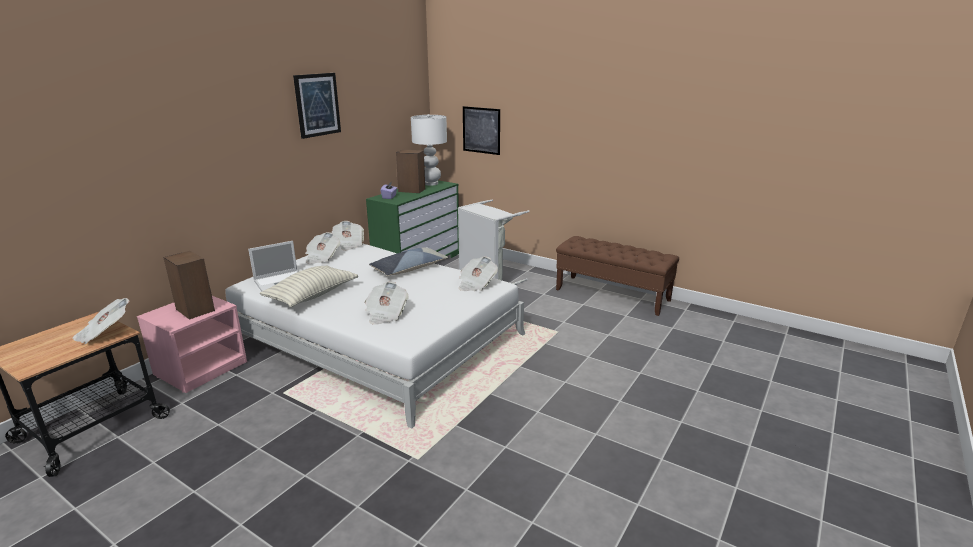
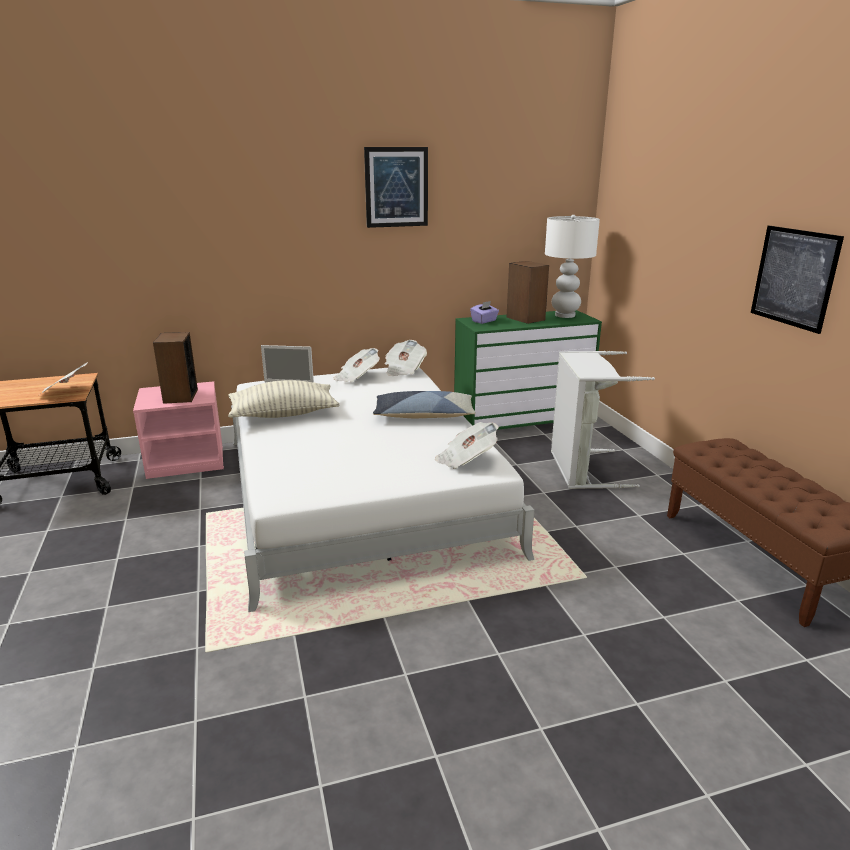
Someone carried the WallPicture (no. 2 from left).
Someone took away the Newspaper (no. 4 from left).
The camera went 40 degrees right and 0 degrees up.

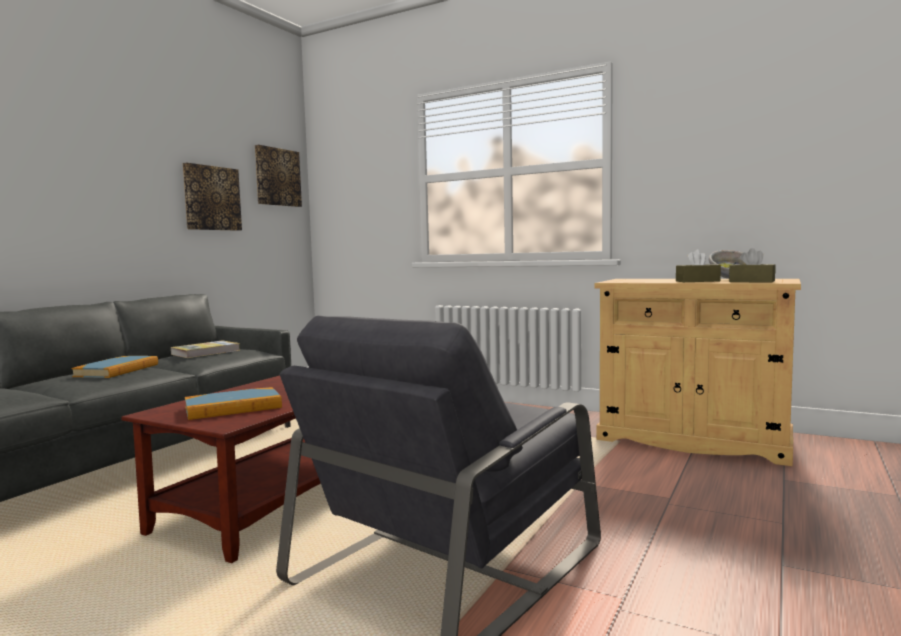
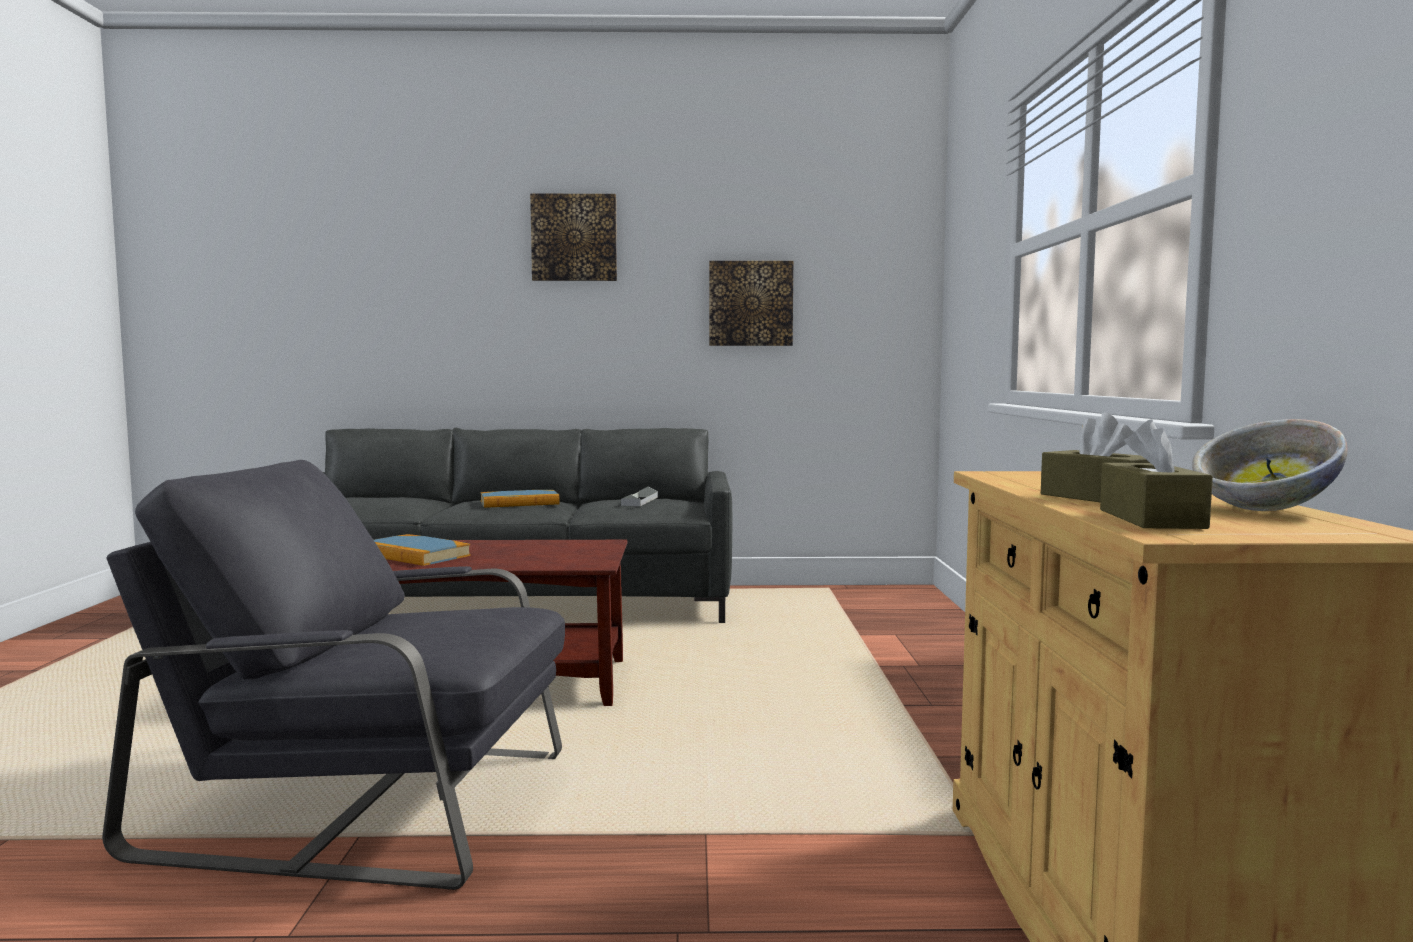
Someone carried the WallPicture (no. 2 from left in the first image).
Someone swapped the BoundBook (no. 2 from left) for the GreyishServingTray.
The camera went 60 degrees right and 0 degrees up.

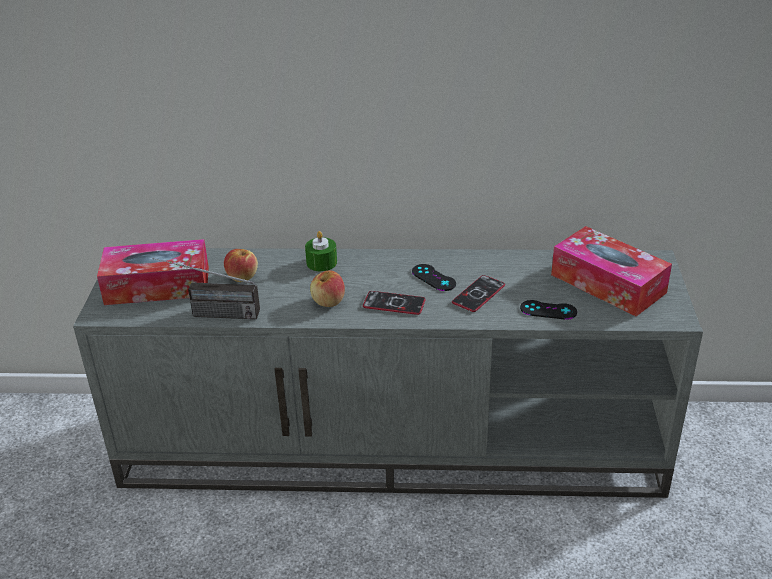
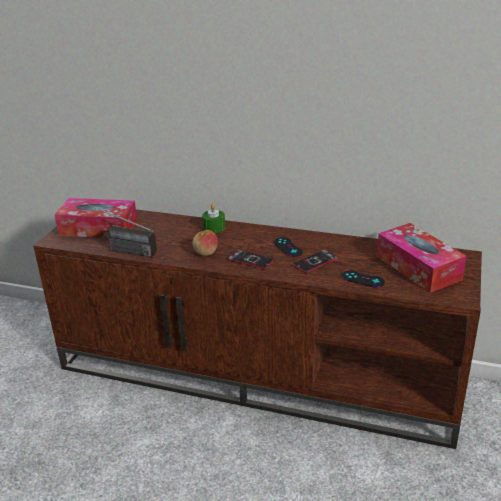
Someone repainted the GreyishMediaConsole, which became the BrownColouredMediaConsole.
Someone took away the WholeApple (no. 1 from left).
The camera went 15 degrees right and 5 degrees down.

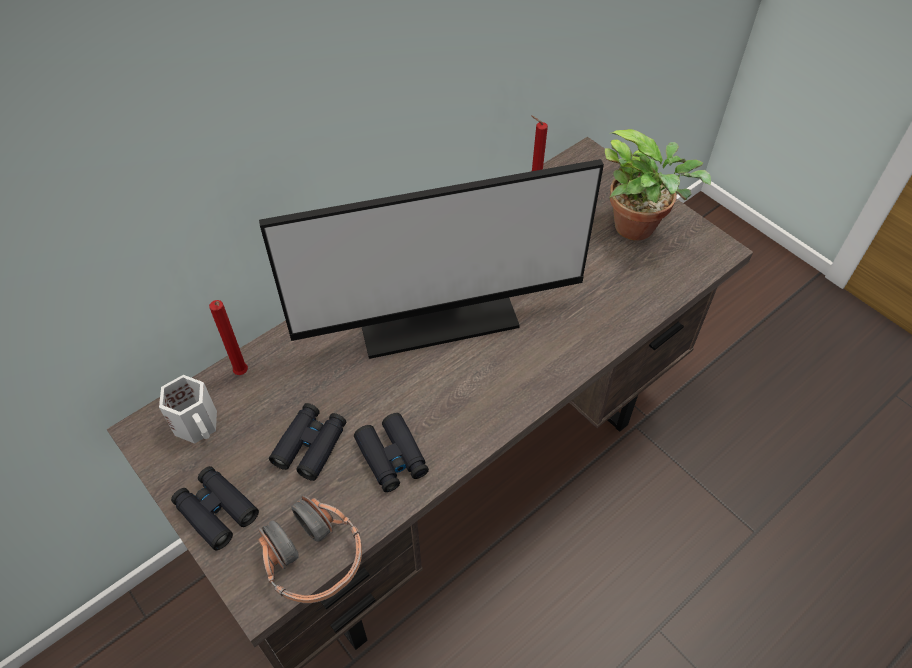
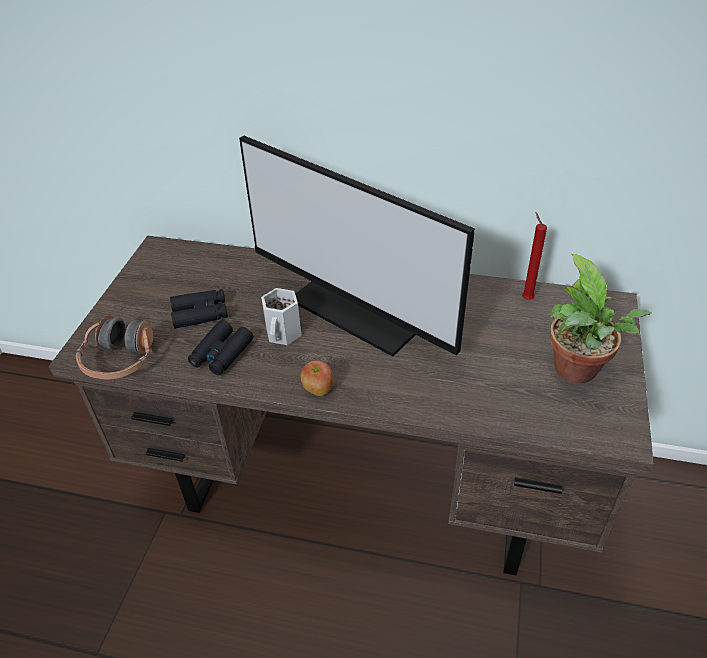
Someone carried the WhitishMug.
Someone put down the WholeApple.
Someone took away the BlackPairOfBinoculars (no. 1 from left).
Someone took away the RedCandle (no. 1 from left).
The camera went 55 degrees right and 10 degrees down.

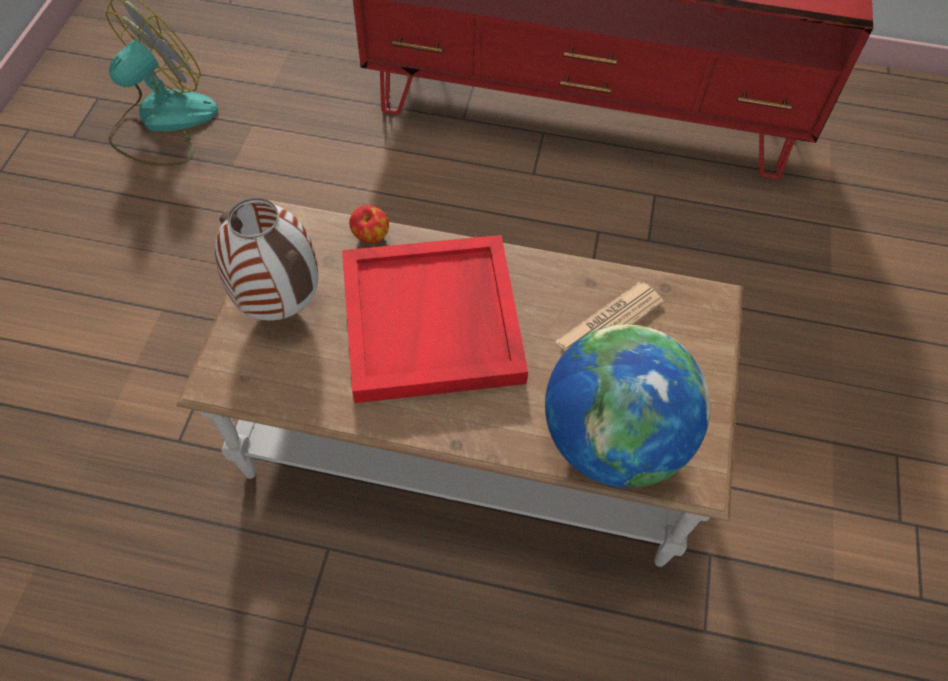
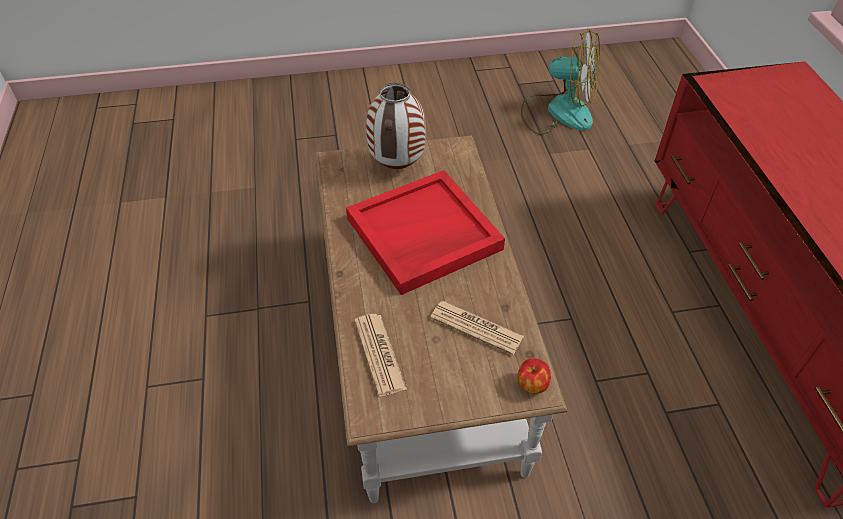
Someone swapped the WorldGlobe for the Newspaper (no. 1 from left).
Someone carried the WholeApple.
The camera went 70 degrees right and 10 degrees down.

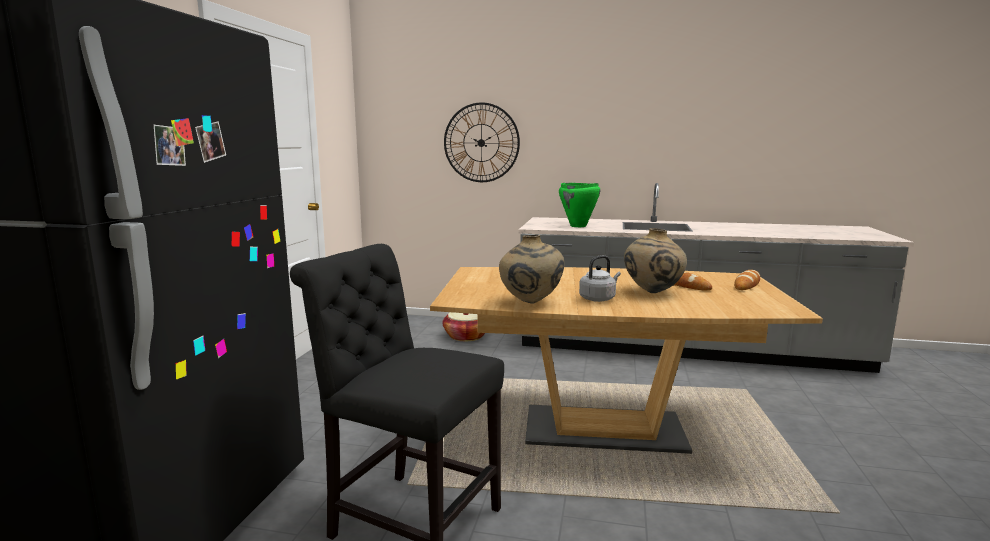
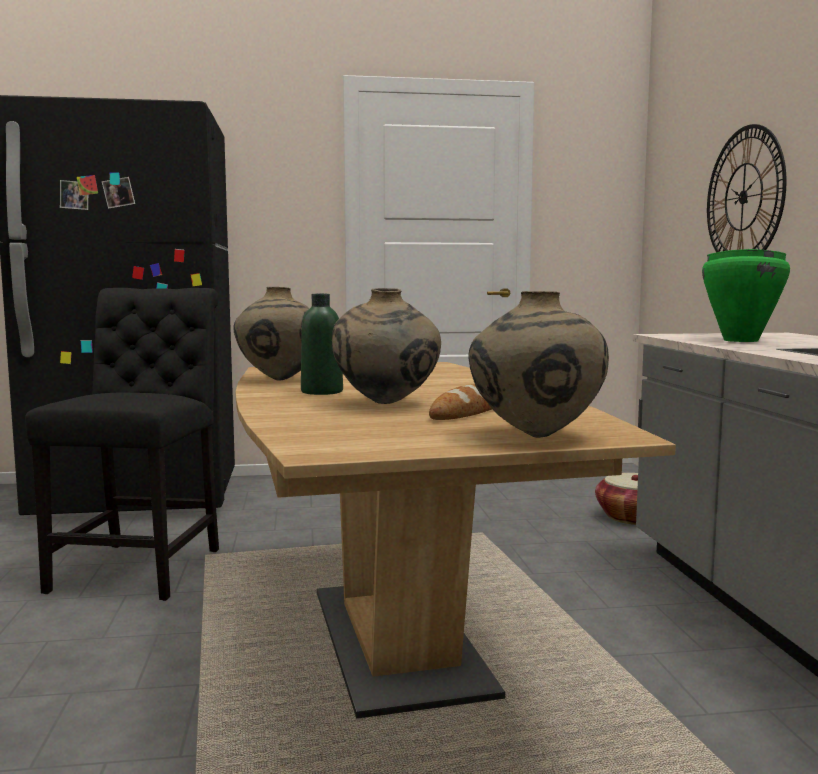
Someone swapped the GreyishWaterKettle for the GreenishDrinkBottle.
Someone swapped the BakedBread (no. 2 from left) for the SandColouredFlowerVase (no. 3 from left).
The camera went 70 degrees right and 5 degrees down.

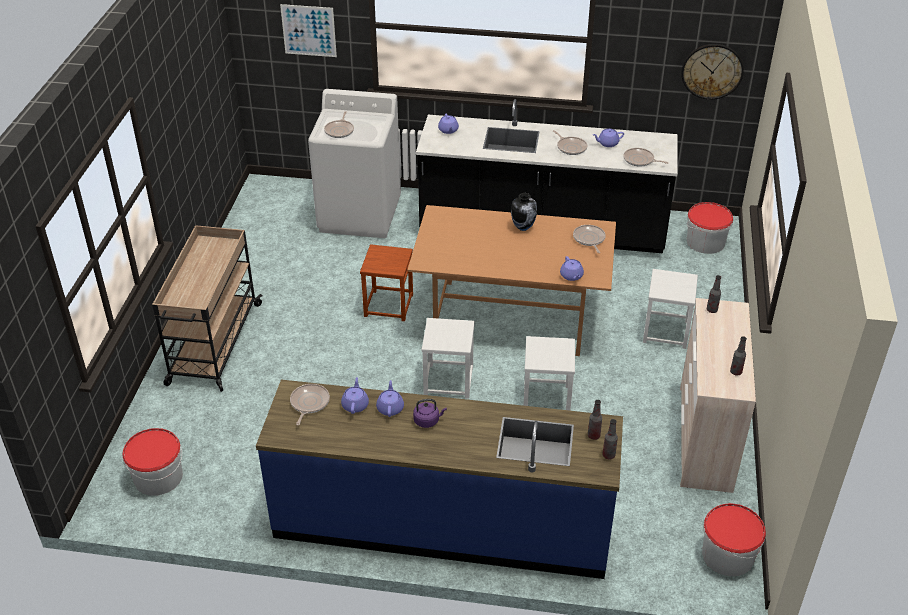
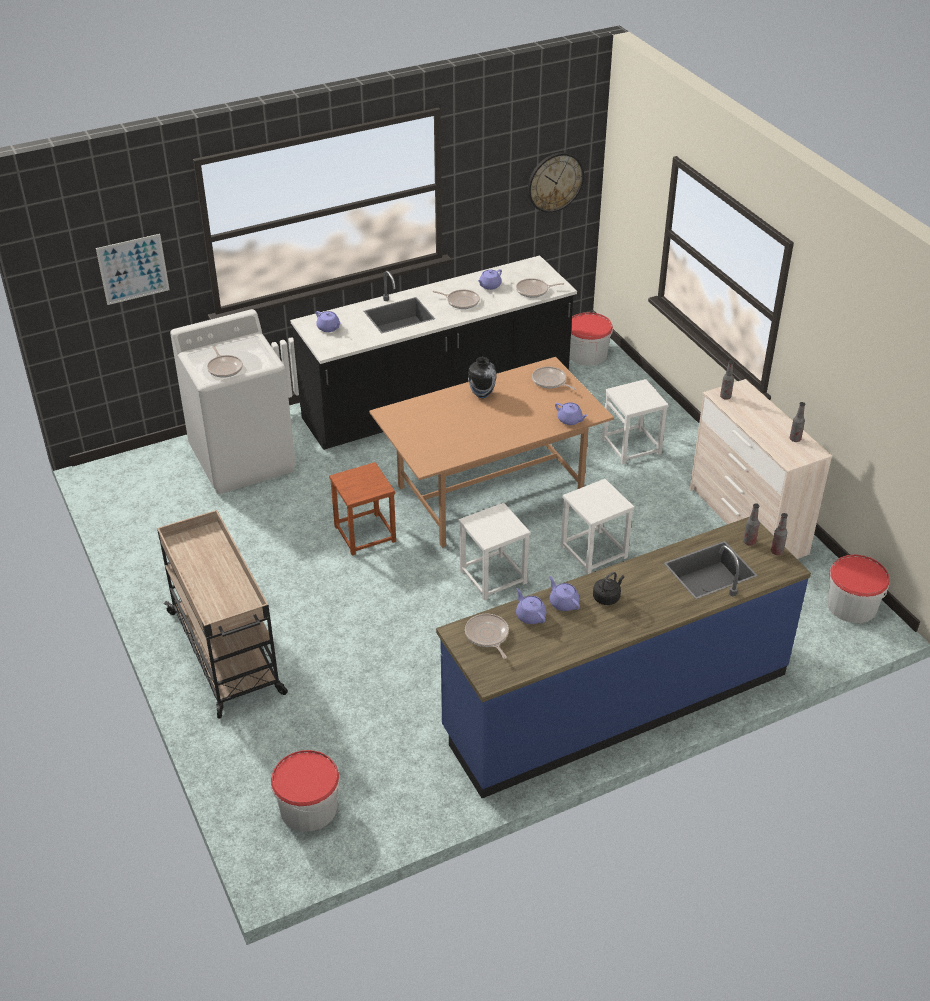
Someone repainted the PurpleColouredWaterKettle, which became the BlackWaterKettle.
The camera went 35 degrees left and 0 degrees up.

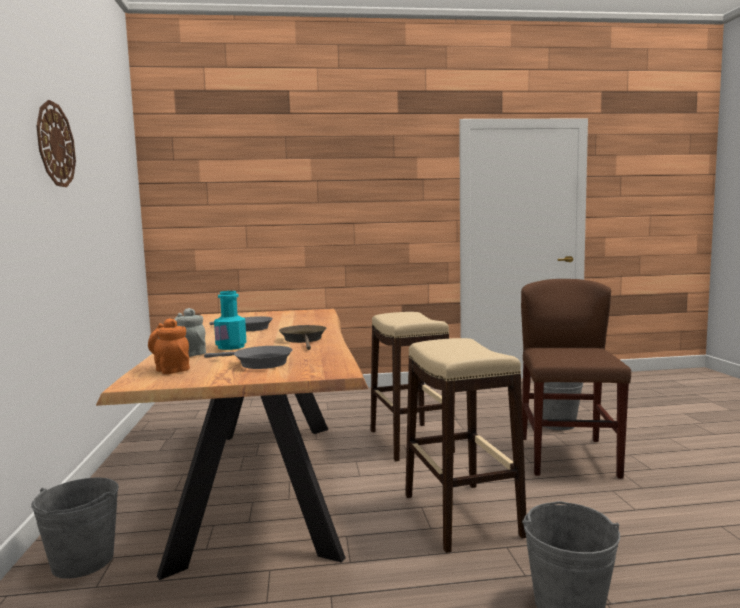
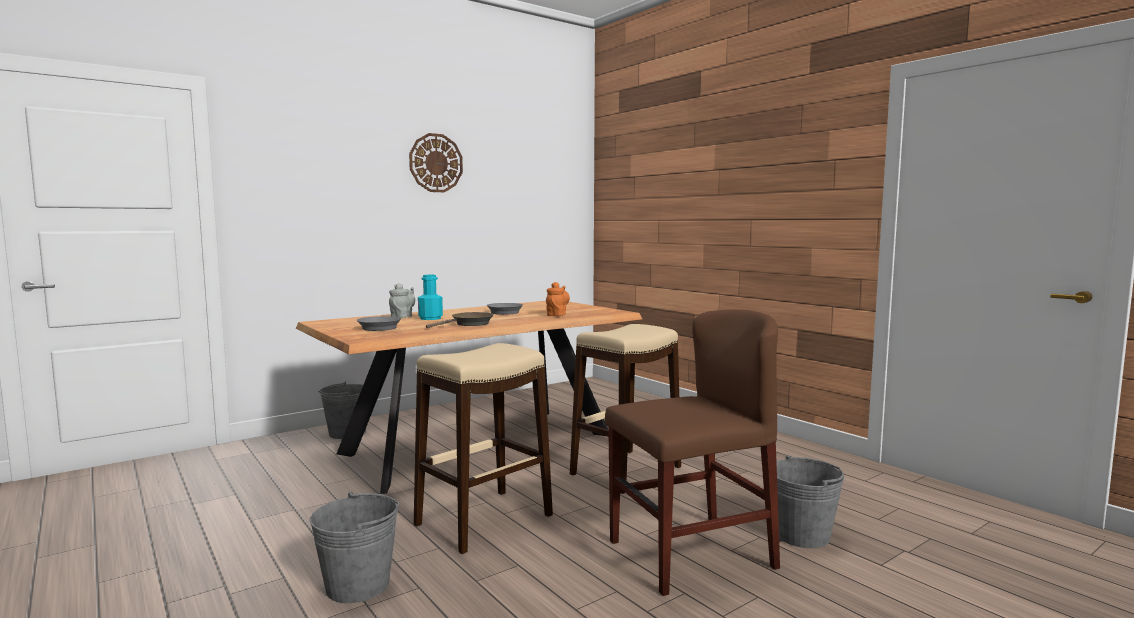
Someone carried the OrangeColouredTeapot.
The camera went 60 degrees right and 0 degrees up.

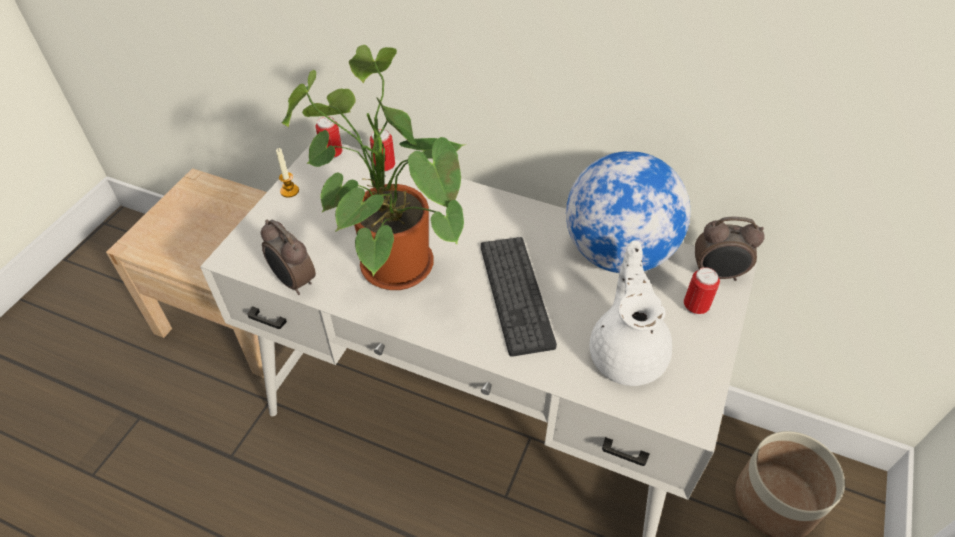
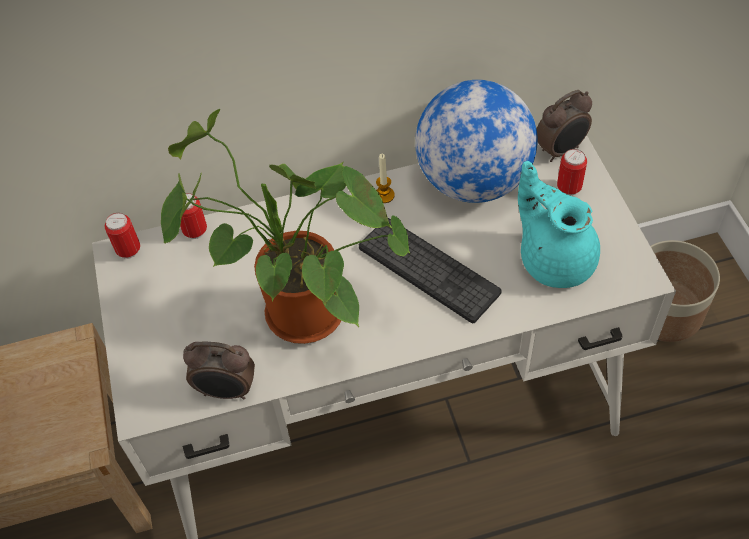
Someone carried the Candle.
Someone repainted the WhitishTeapot, which became the BlueGreenTeapot.
The camera went 35 degrees left and 5 degrees up.

